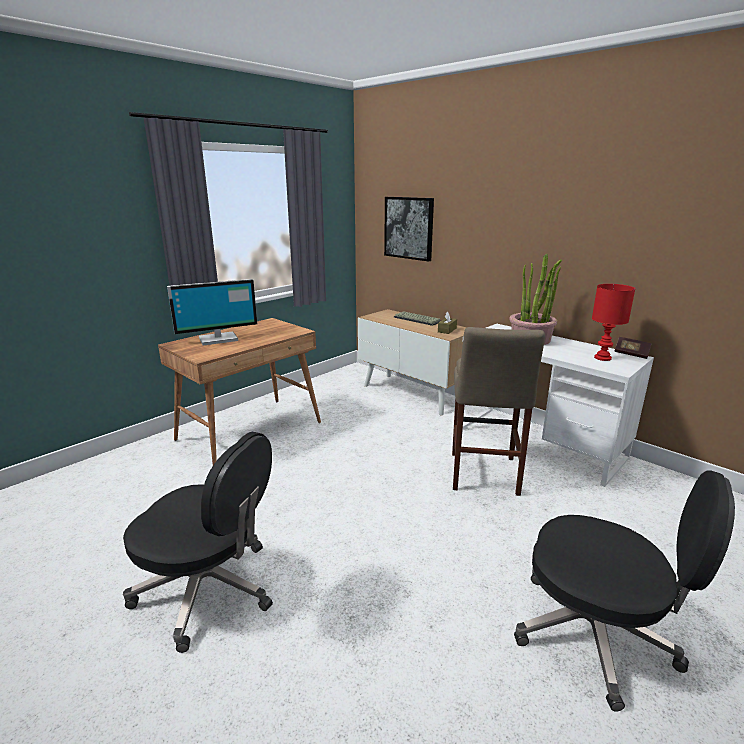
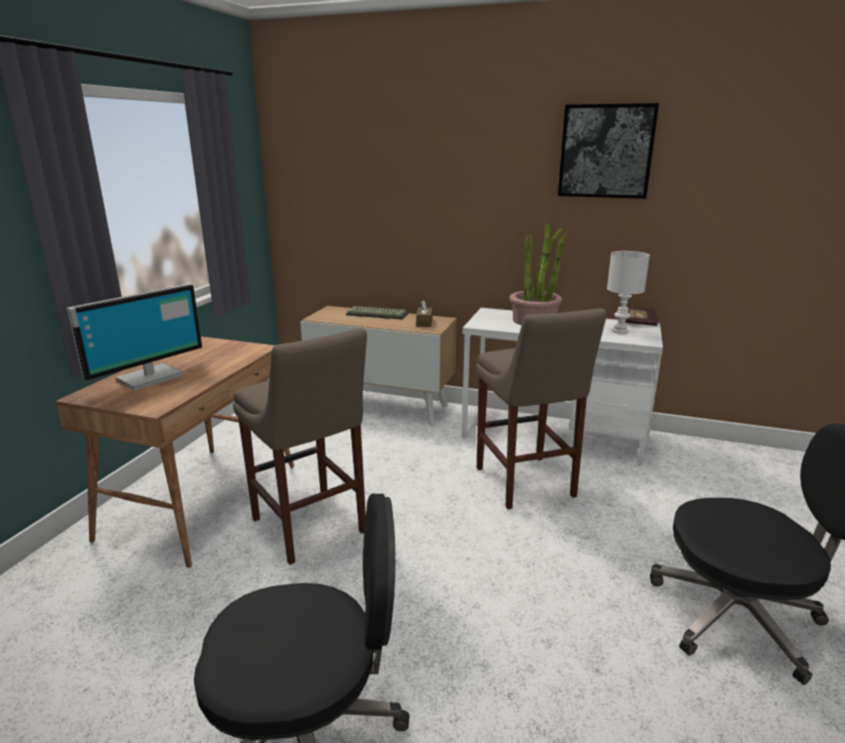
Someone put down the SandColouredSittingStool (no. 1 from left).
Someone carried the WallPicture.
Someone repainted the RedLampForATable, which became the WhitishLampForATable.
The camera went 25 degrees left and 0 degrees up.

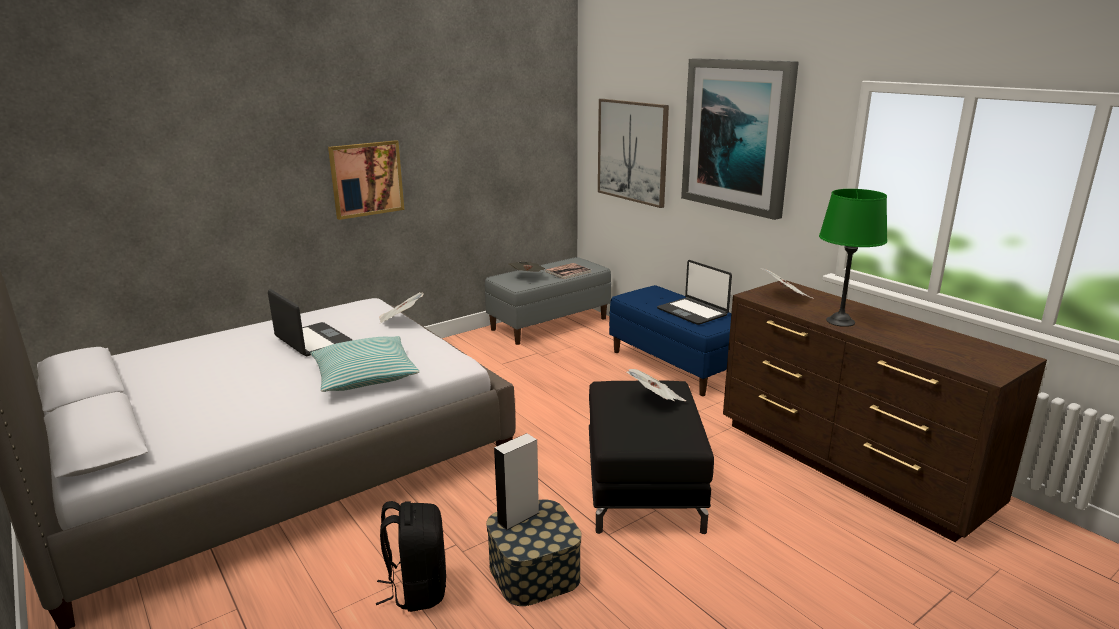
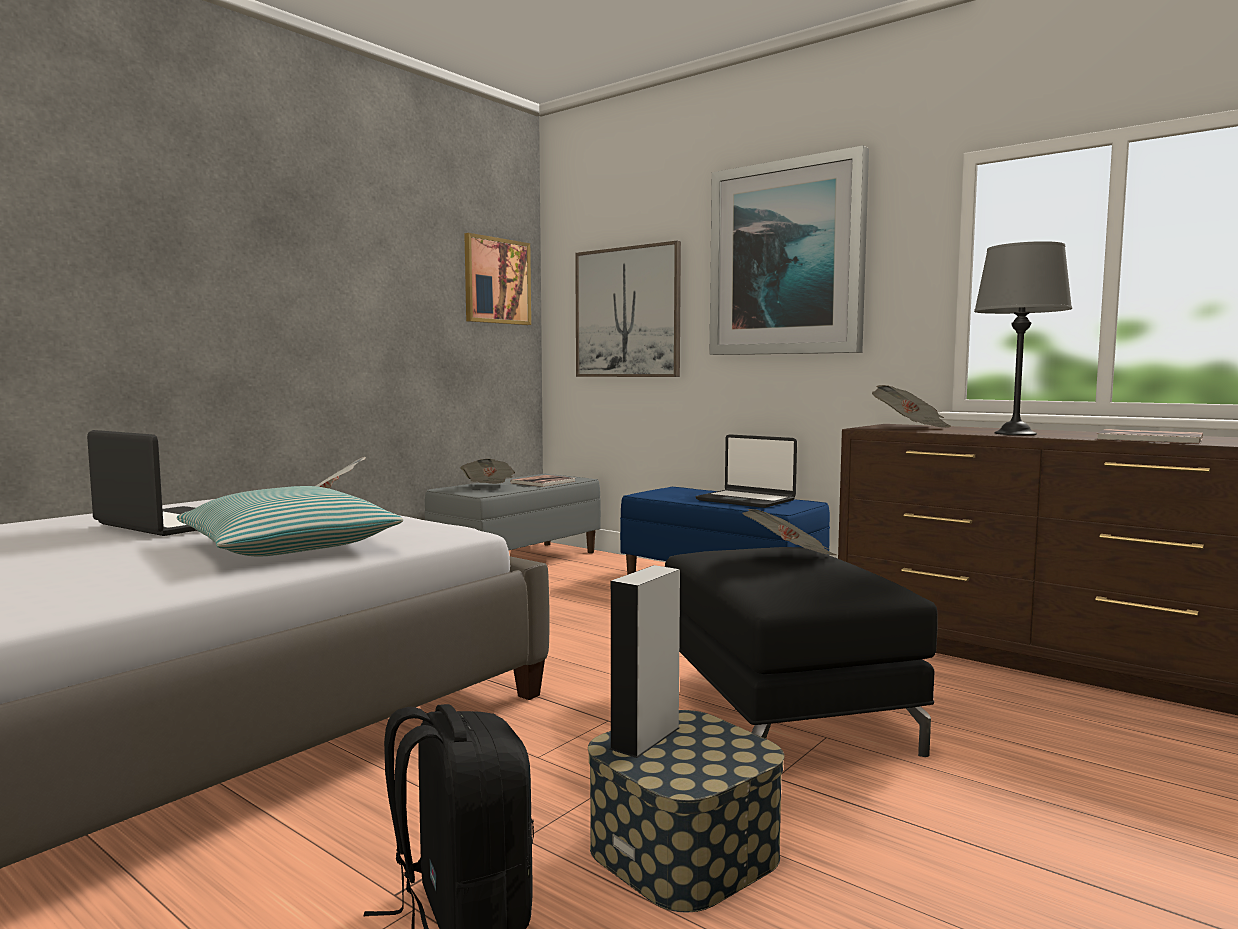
Someone carried the WallPicture (no. 1 from left).
Someone repainted the GreenishLampForATable, which became the GreyishLampForATable.
Someone put down the BoundBook (no. 2 from left).
The camera went 15 degrees left and 15 degrees down.

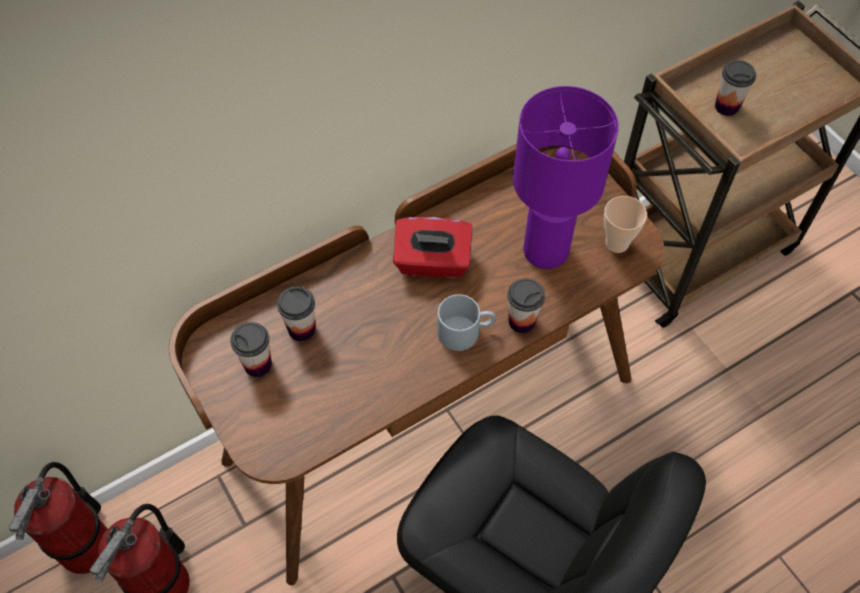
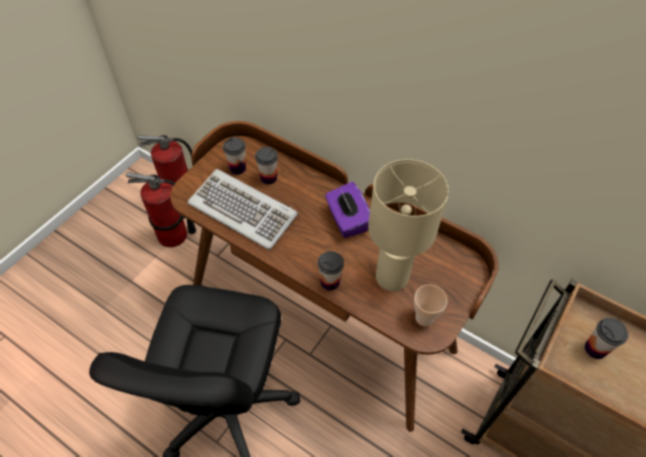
Someone put down the ComputerKeyboard.
Someone repainted the RedTissueHolder, which became the PurpleColouredTissueHolder.
Someone repainted the PurpleColouredLampForATable, which became the SandColouredLampForATable.
Someone took away the GreyishMug.
The camera went 65 degrees right and 5 degrees down.

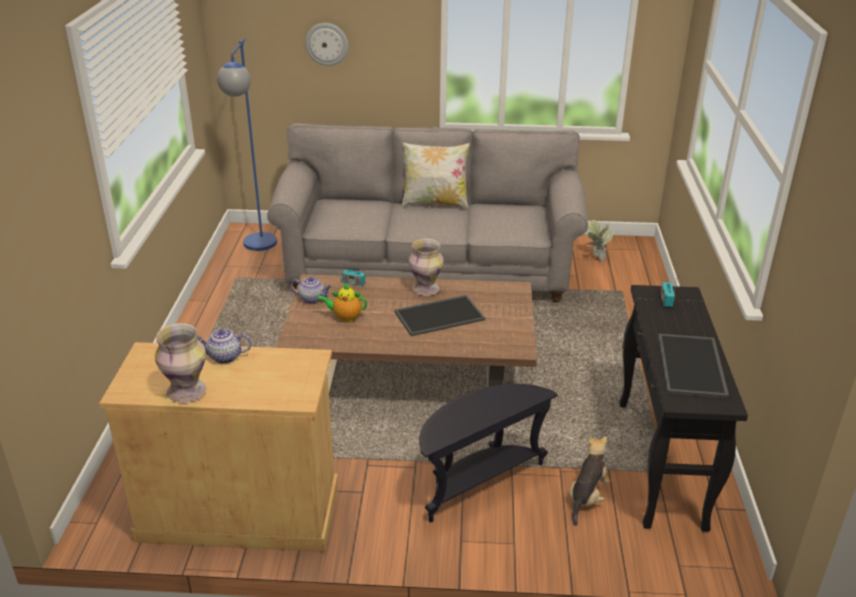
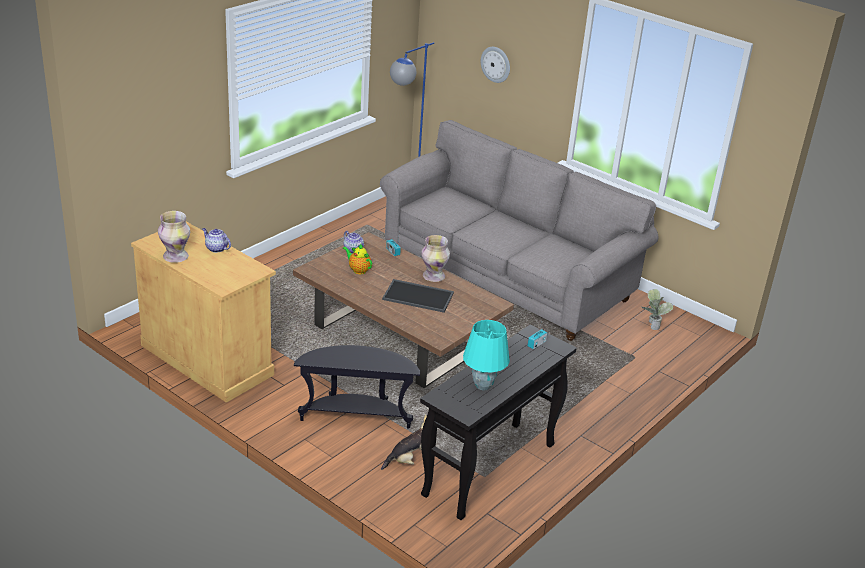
Someone swapped the ServingTray (no. 2 from left) for the BlueGreenLampForATable.
Someone took away the ThrowPillow.
The camera went 35 degrees right and 0 degrees up.

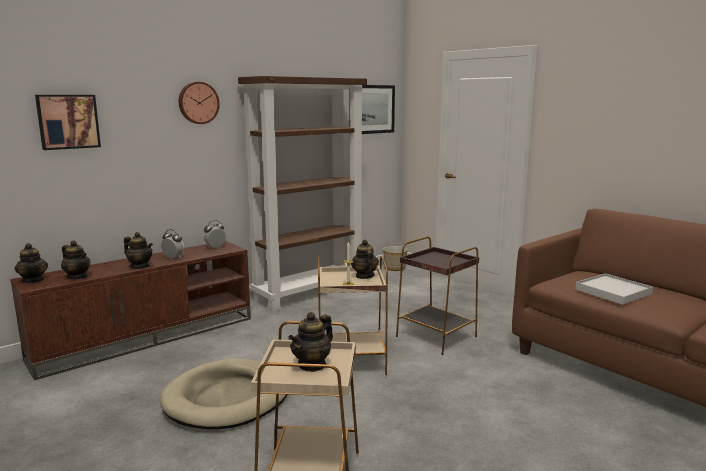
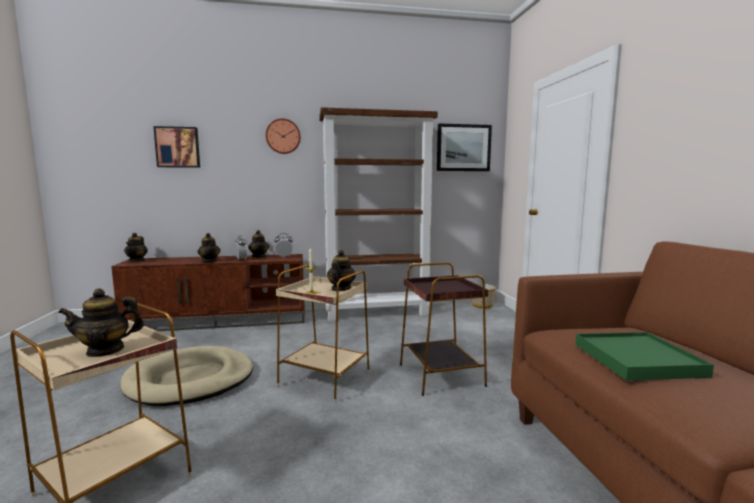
Someone carried the Teapot (no. 2 from left in the first image).
Someone repainted the WhitishServingTray, which became the GreenishServingTray.
The camera went 30 degrees right and 5 degrees down.

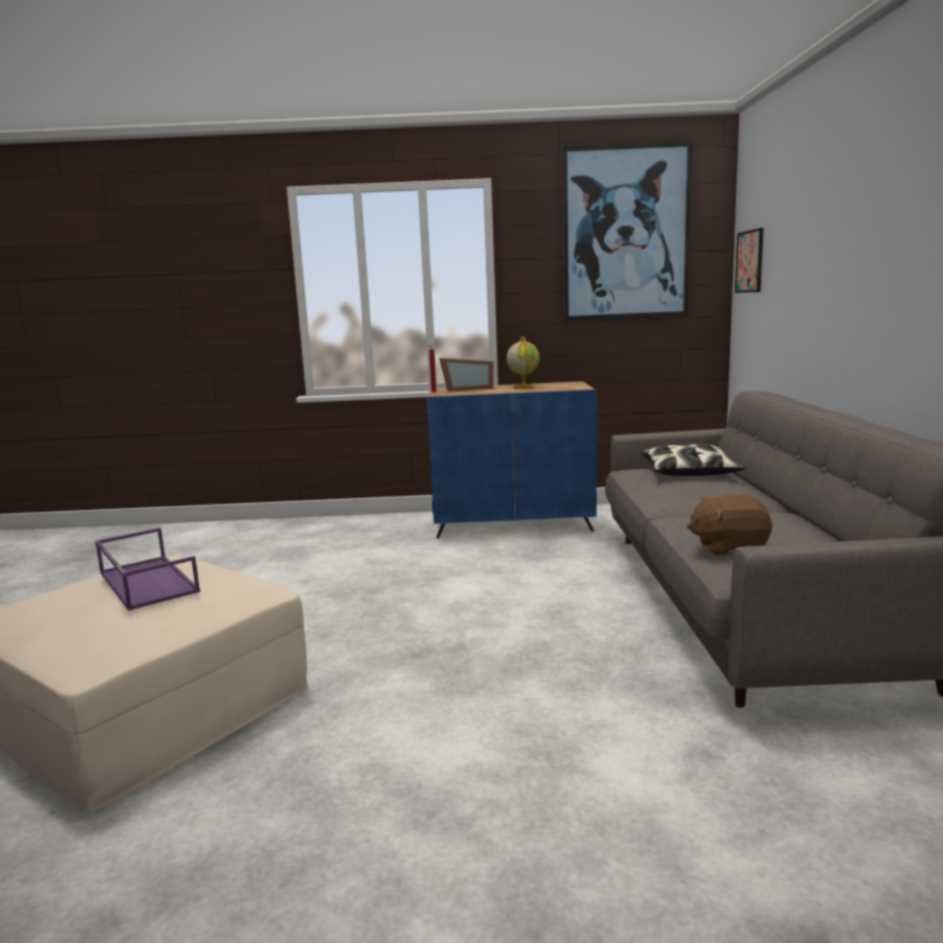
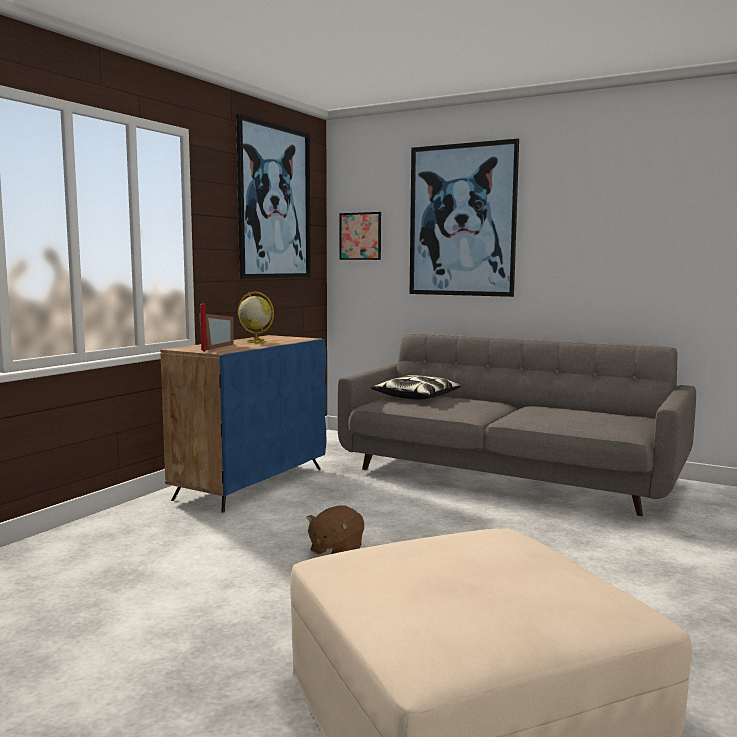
Someone carried the BrownColouredPlushToy.
Someone put up the WallPicture (no. 3 from left).
Someone took away the PurpleColouredServingTray.
The camera went 60 degrees left and 5 degrees down.

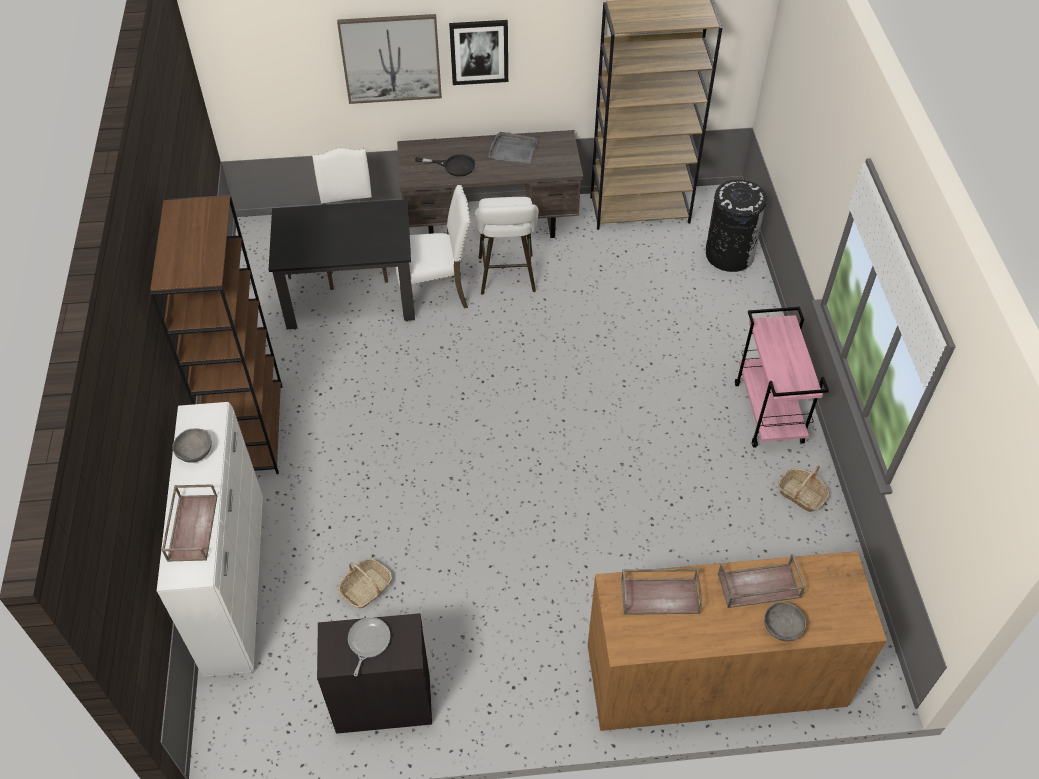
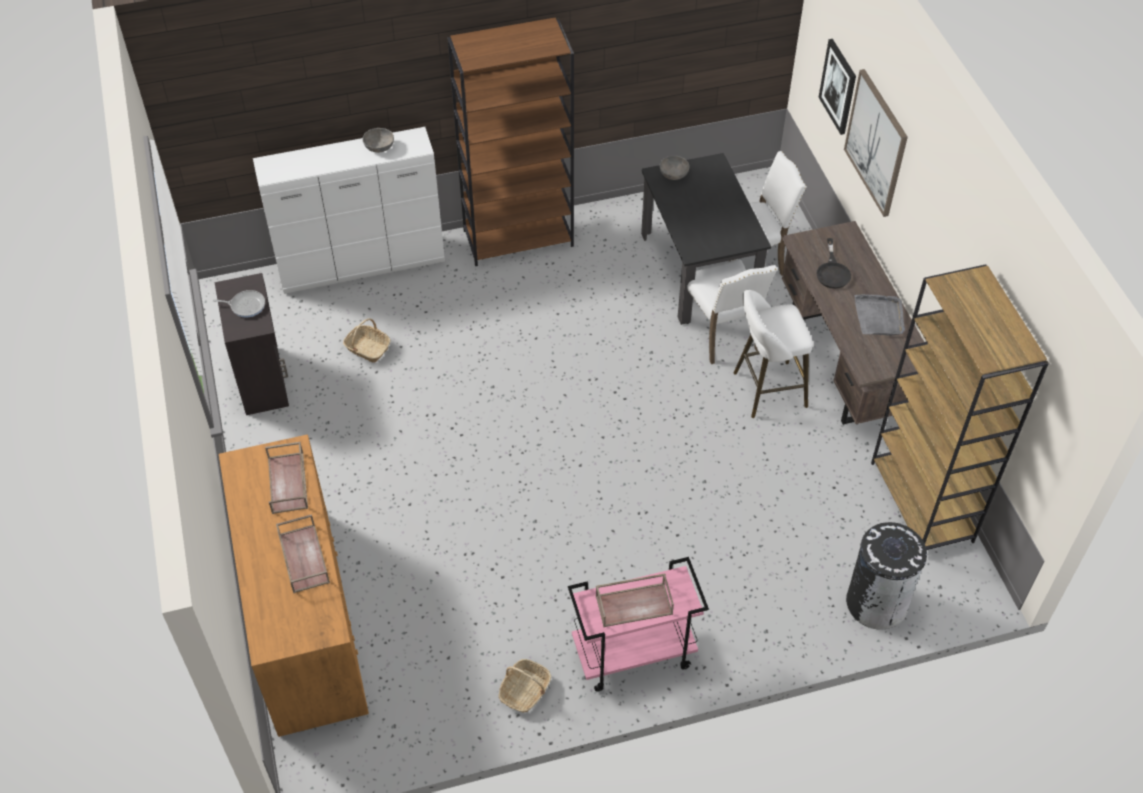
Someone carried the BrownColouredServingTray (no. 1 from left in the first image).
Someone carried the GreyishServingBowl (no. 2 from left).
Someone carried the WallPicture (no. 2 from left in the first image).
The camera went 80 degrees right and 0 degrees up.

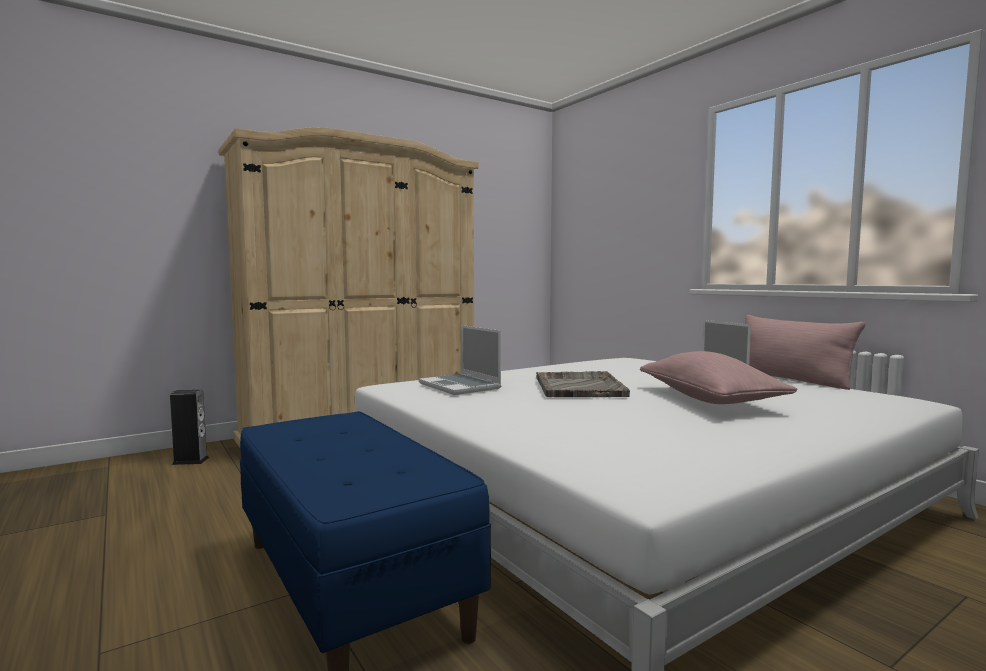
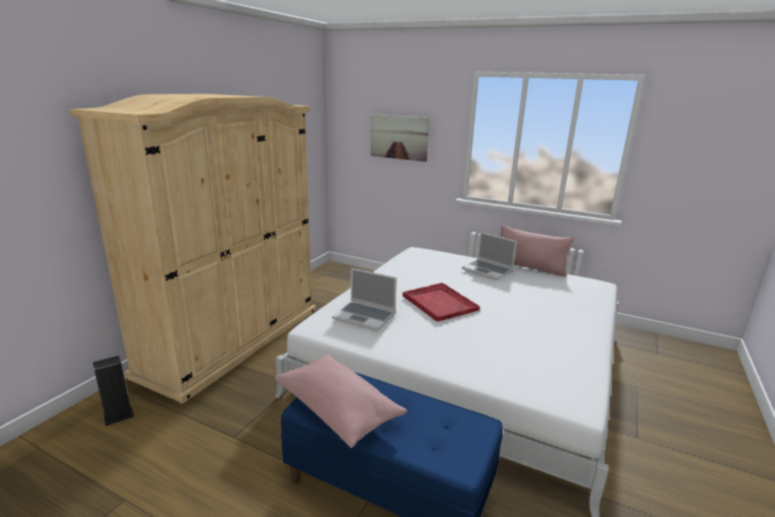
Someone carried the PinkThrowPillow (no. 1 from left).
Someone put up the WallPicture.
Someone repainted the GreyishServingTray, which became the RedServingTray.
The camera went 30 degrees left and 15 degrees up.

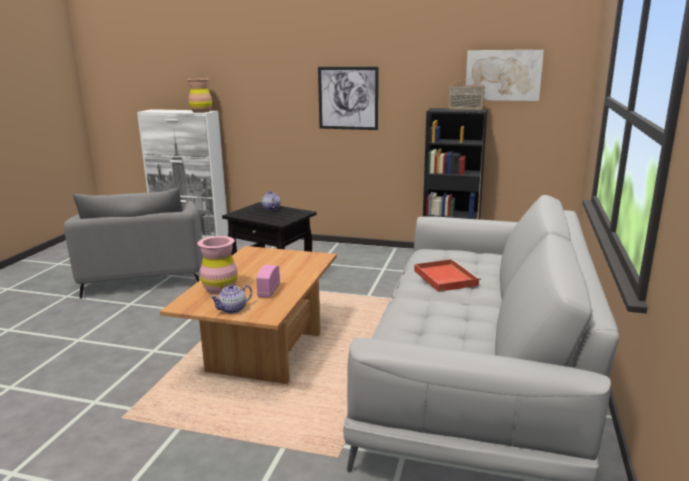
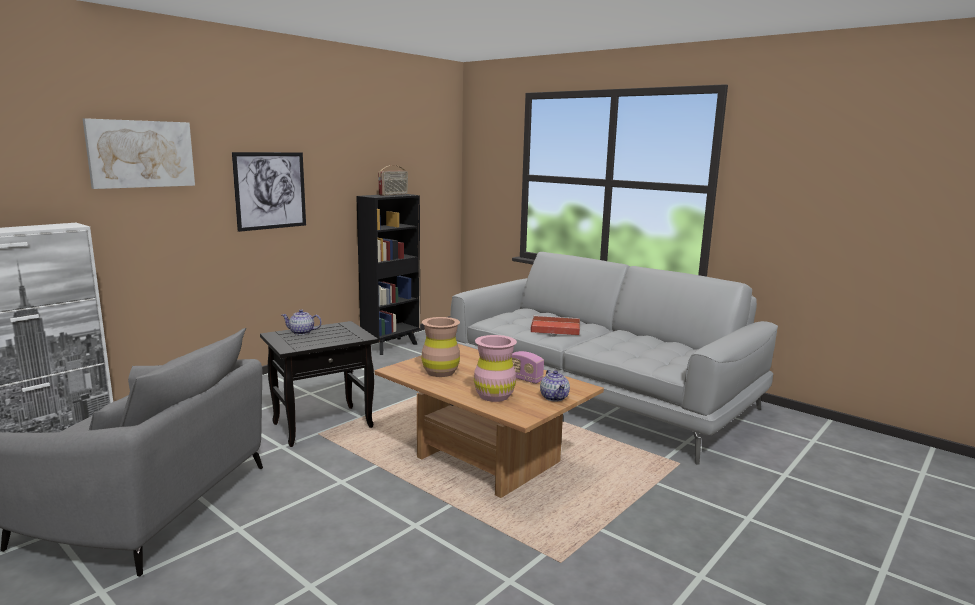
Someone carried the WallPicture (no. 2 from left in the first image).
Someone carried the BrownColouredFlowerVase.
The camera went 65 degrees left and 5 degrees down.

